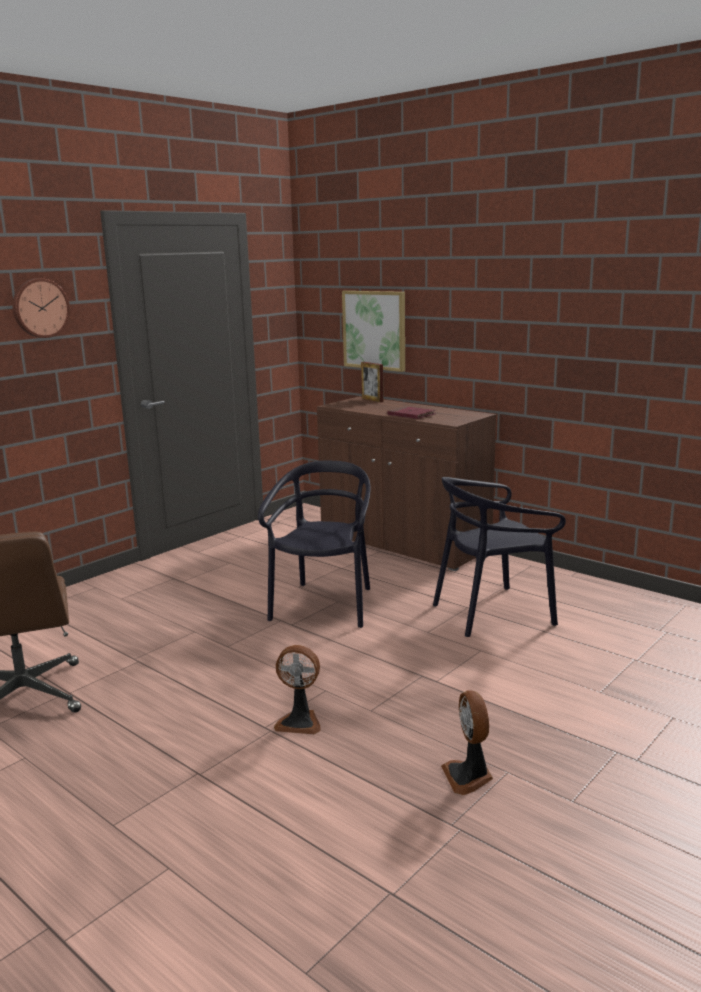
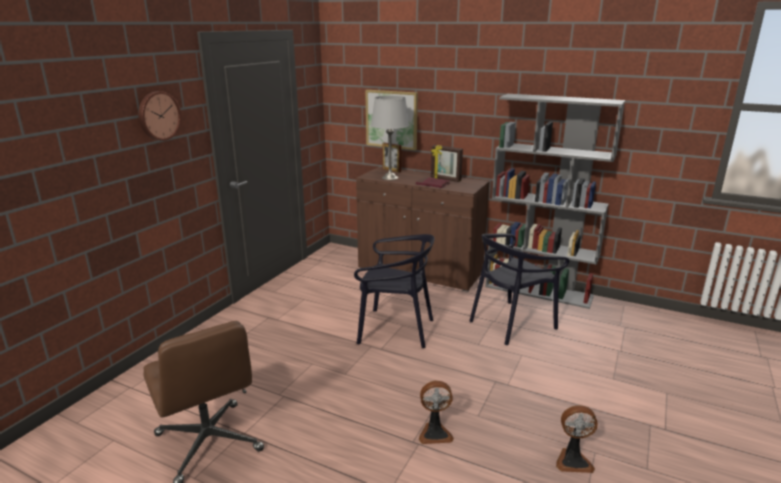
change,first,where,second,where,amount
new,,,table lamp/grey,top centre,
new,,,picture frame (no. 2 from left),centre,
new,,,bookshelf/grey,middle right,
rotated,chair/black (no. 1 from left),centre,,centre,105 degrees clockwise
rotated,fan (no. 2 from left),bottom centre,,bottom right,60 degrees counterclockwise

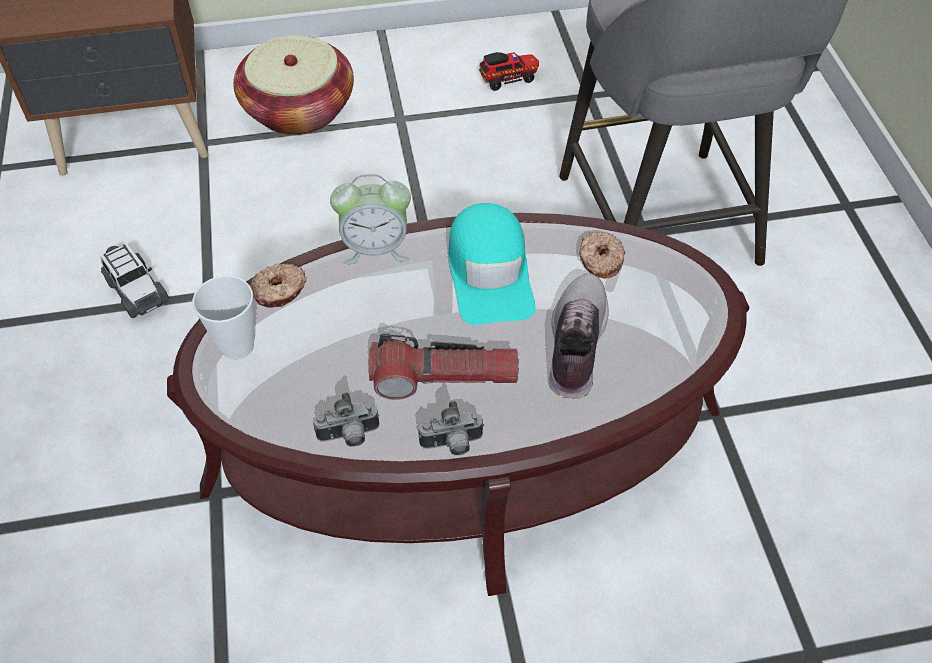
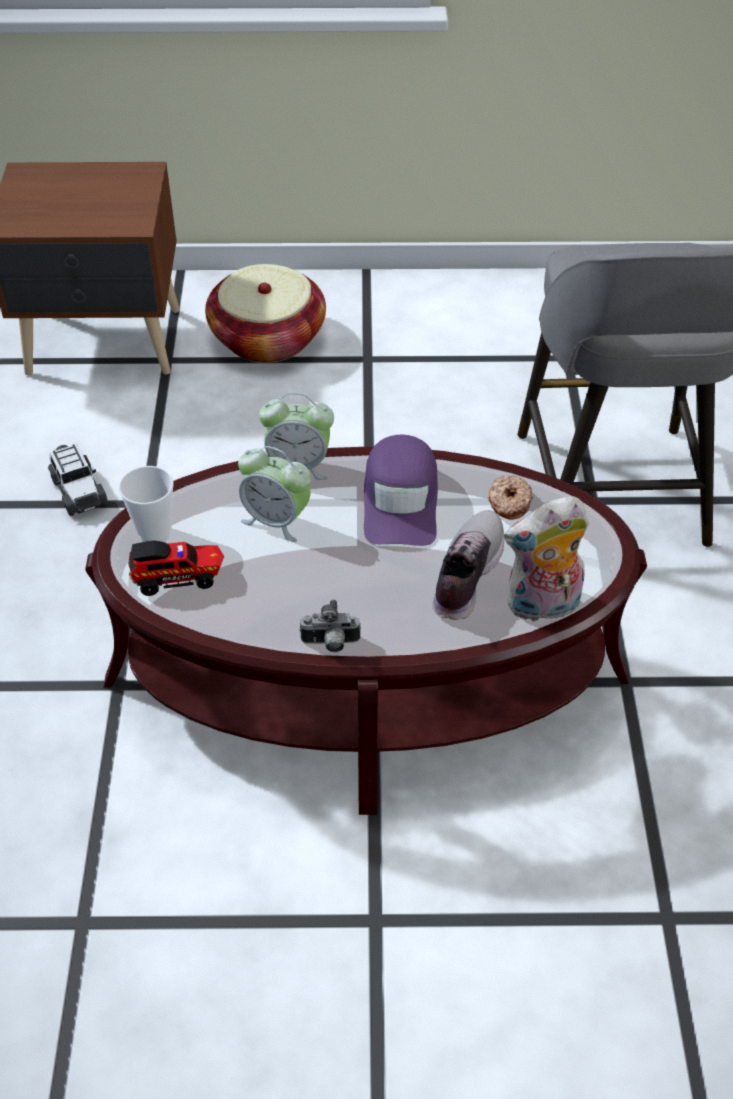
change,first,where,second,where,amount
gone,donut (no. 1 from left),middle left,,,
gone,photo camera (no. 1 from left),centre,,,
gone,flashlight,centre,,,
new,,,alarm clock (no. 1 from left),centre,
new,,,soft toy,middle right,
shifted,model truck,top centre,,middle left,
repainted,cap/blue-green,centre,cap/purplish,centre,

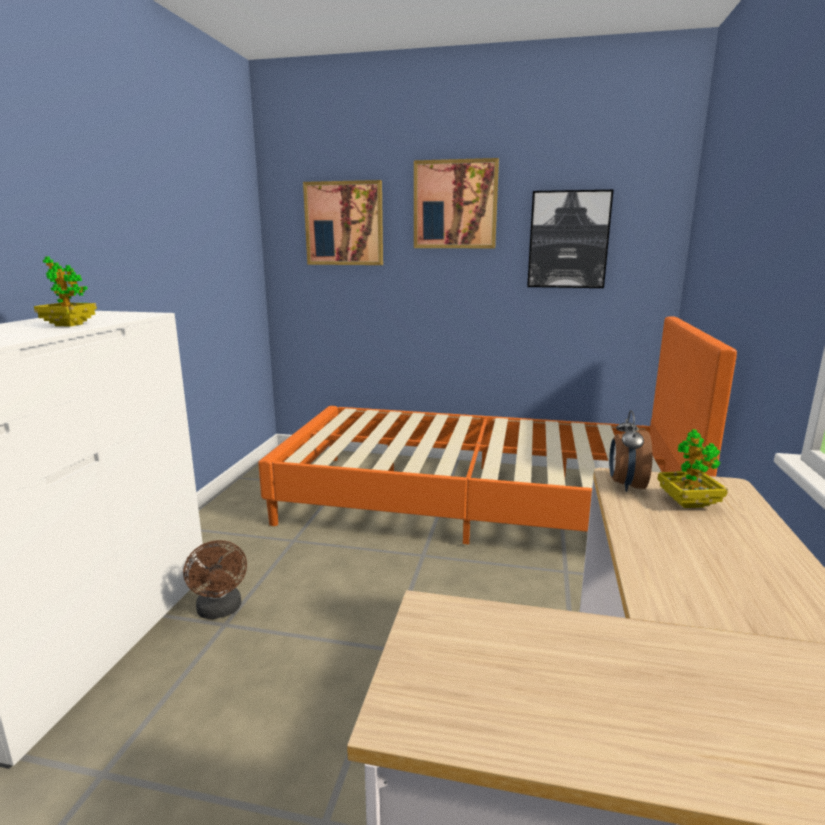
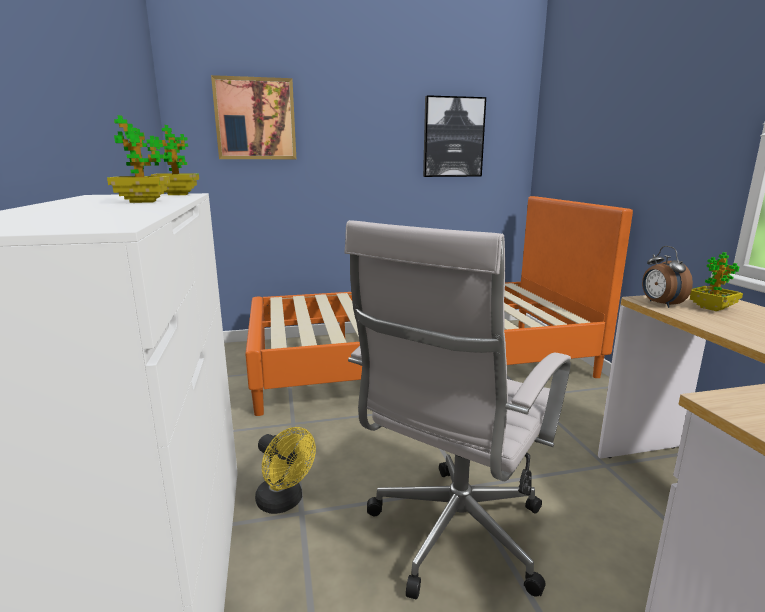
change,first,where,second,where,amount
gone,wall art (no. 2 from left),top centre,,,
new,,,potted plant (no. 2 from left),top left,
new,,,desk chair/white,bottom centre,
repainted,fan/brownish,bottom left,fan/yellow-coloured,bottom centre,

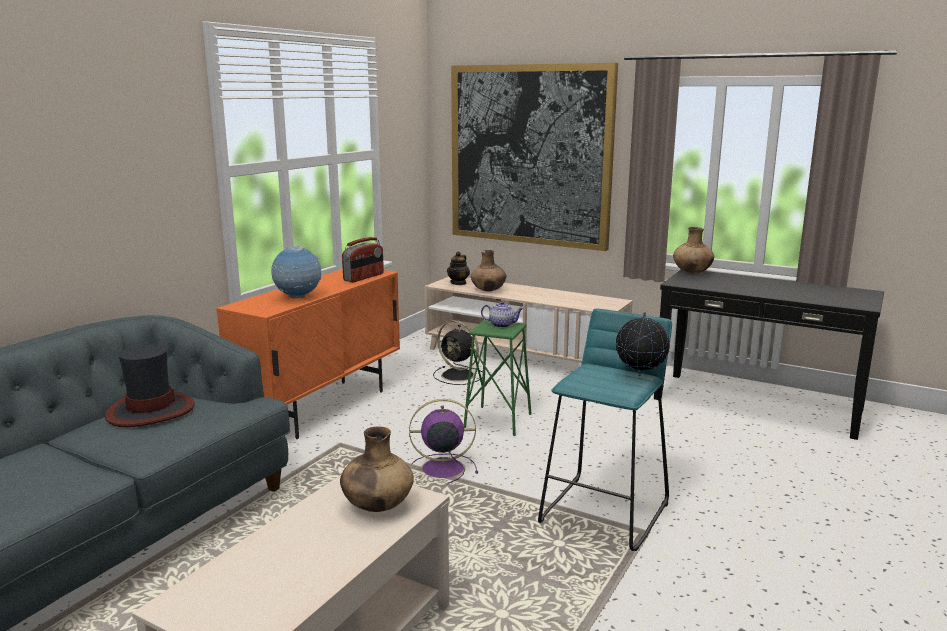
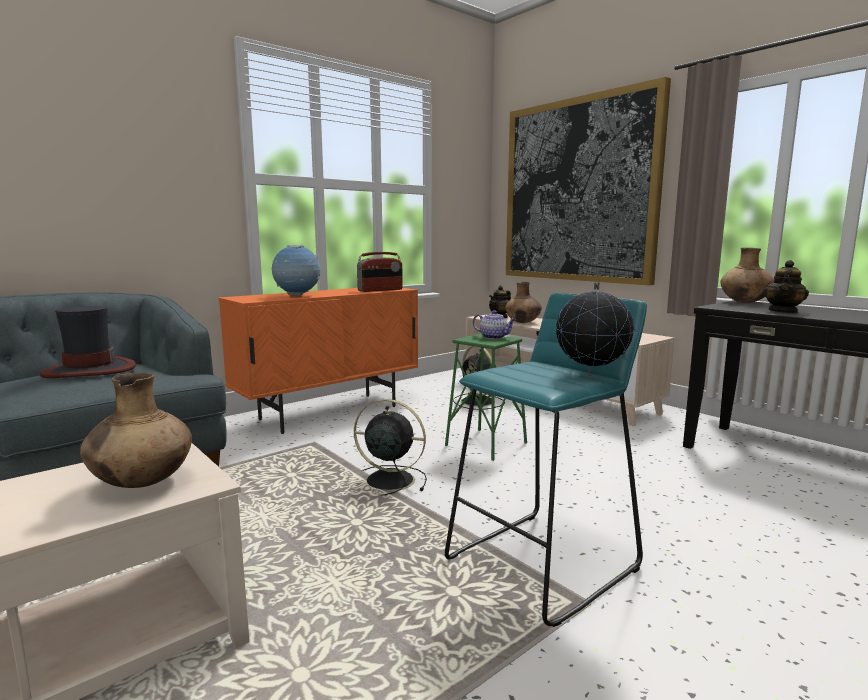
change,first,where,second,where,amount
new,,,tea pot (no. 3 from left),middle right,
repainted,fan/purplish,bottom centre,fan/black (no. 1 from left),centre,

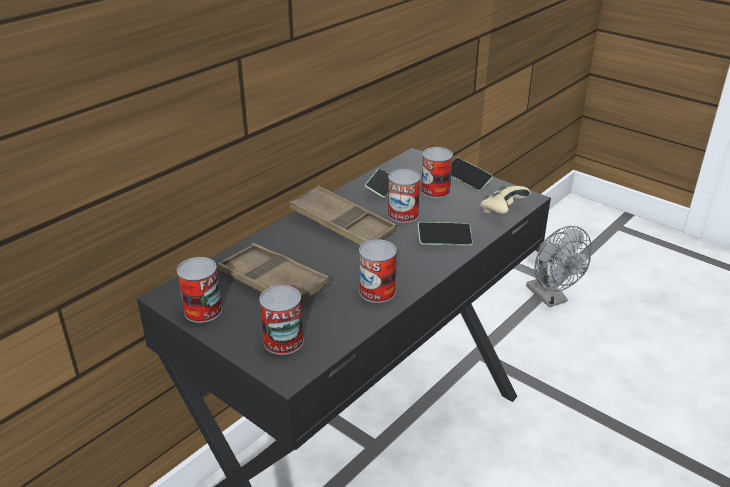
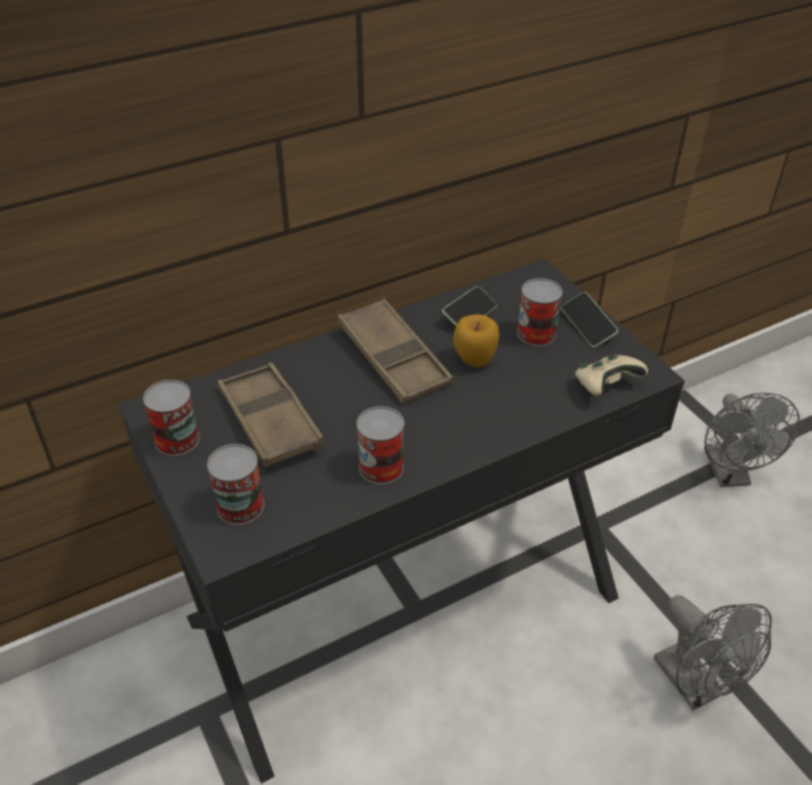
change,first,where,second,where,amount
gone,telephone (no. 2 from left),centre,,,
new,,,fan/grey (no. 1 from left),bottom right,
swapped,can (no. 4 from left),centre,apple,centre,

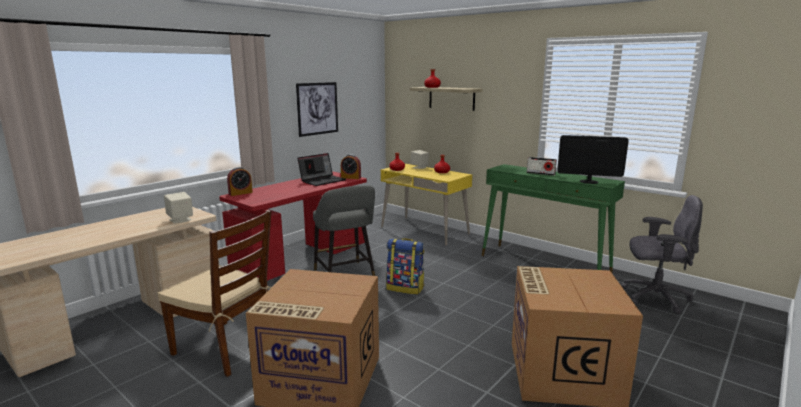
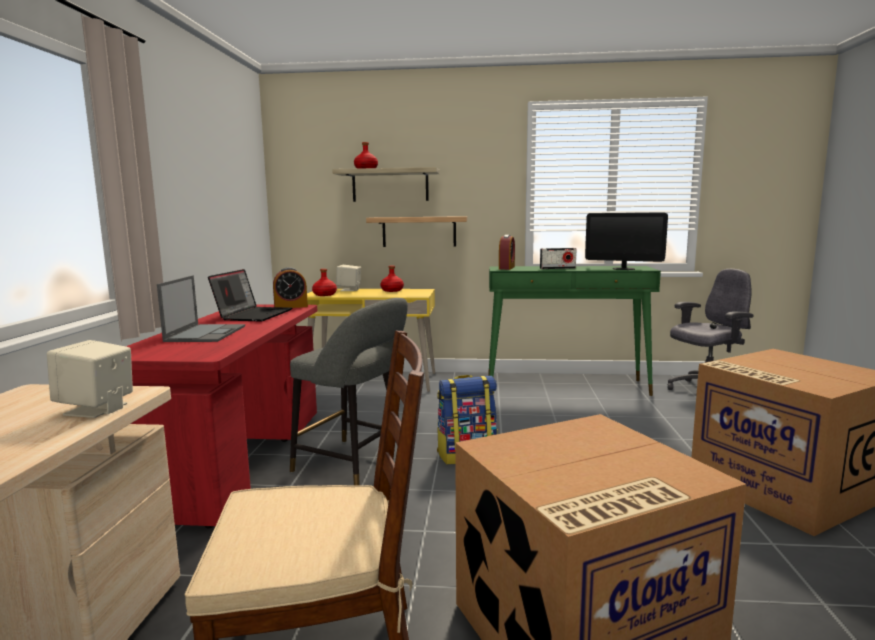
change,first,where,second,where,amount
gone,wall art,top centre,,,
new,,,portable computer (no. 1 from left),middle left,
new,,,shelf (no. 2 from left),centre,
shifted,alarm clock (no. 1 from left in the first image),middle left,alarm clock (no. 2 from left),centre,
rotated,monitor,middle right,,middle right,135 degrees counterclockwise

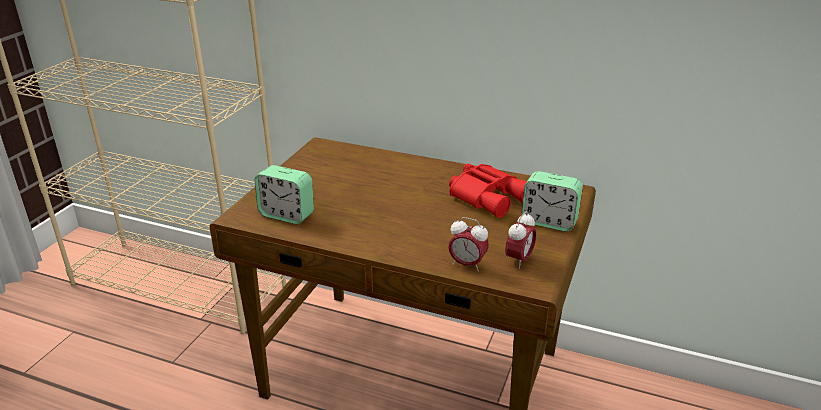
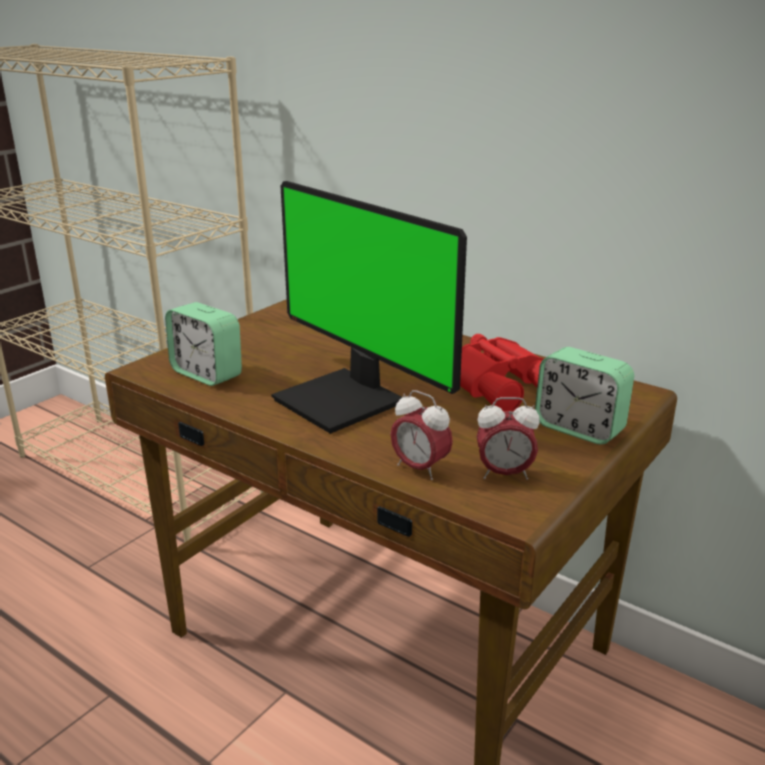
change,first,where,second,where,amount
new,,,monitor,centre,
rotated,alarm clock (no. 3 from left),centre,,centre,45 degrees clockwise

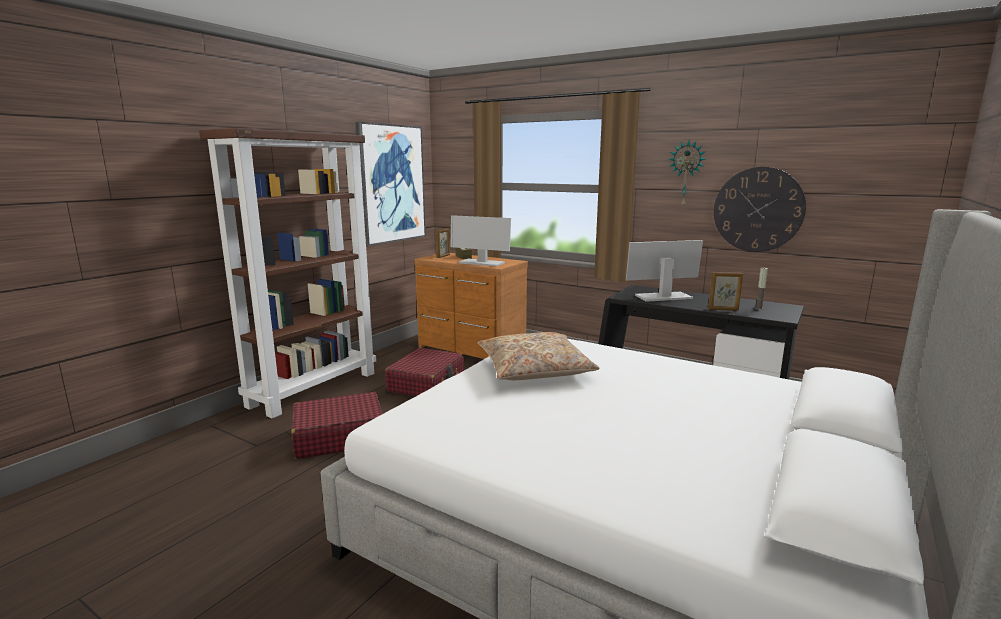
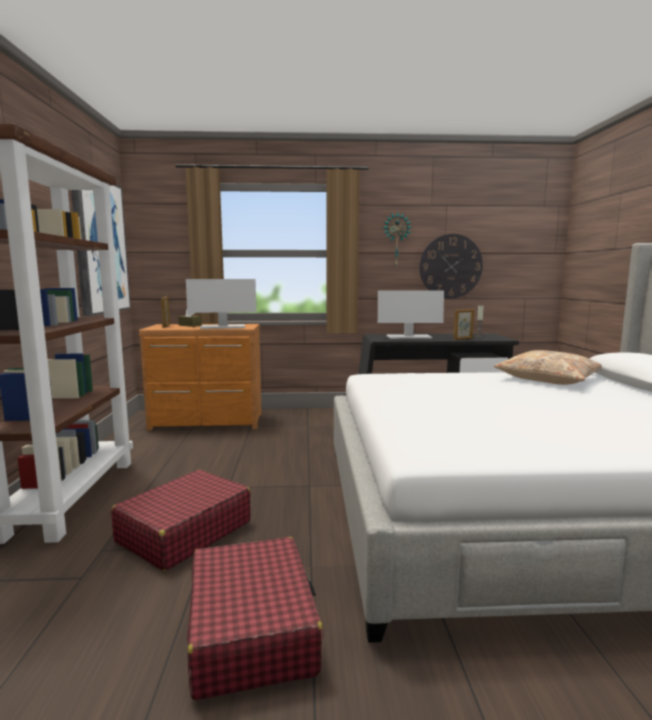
change,first,where,second,where,amount
shifted,travel case/red (no. 2 from left),centre,,bottom centre,
shifted,cushion/sand-coloured,centre,,middle right,
rotated,monitor (no. 2 from left),centre,,centre,135 degrees counterclockwise

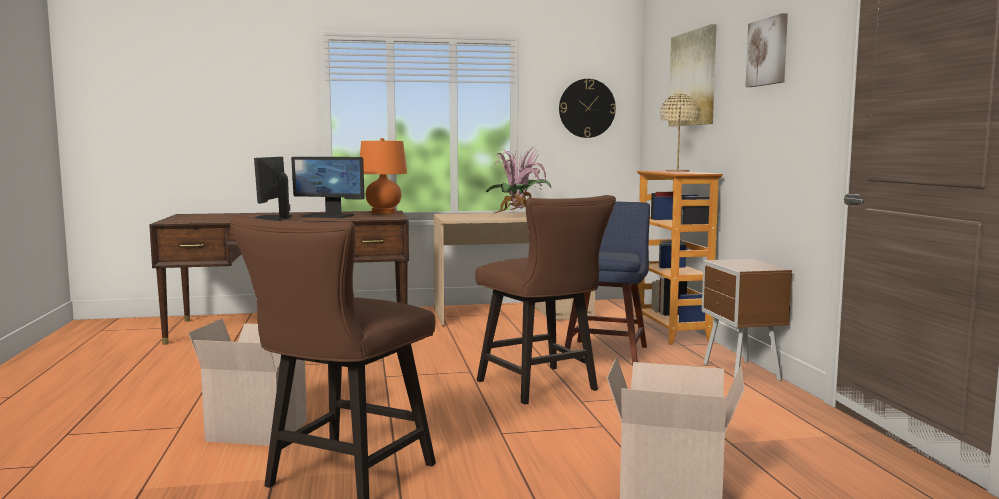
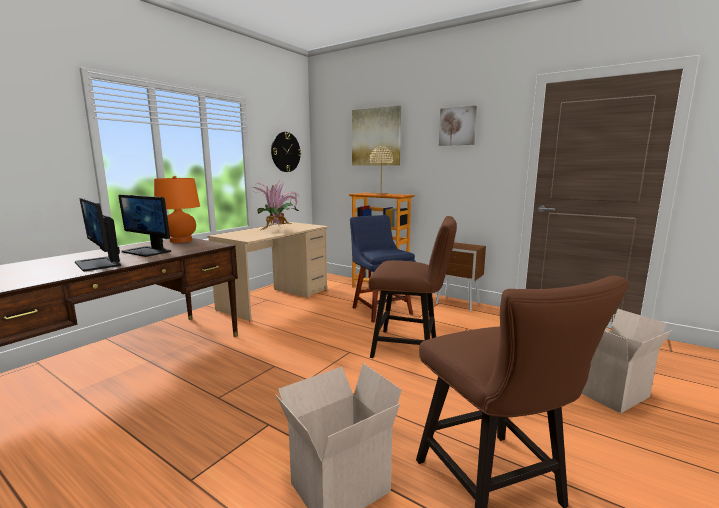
change,first,where,second,where,amount
rotated,monitor (no. 2 from left),middle left,,middle left,60 degrees clockwise

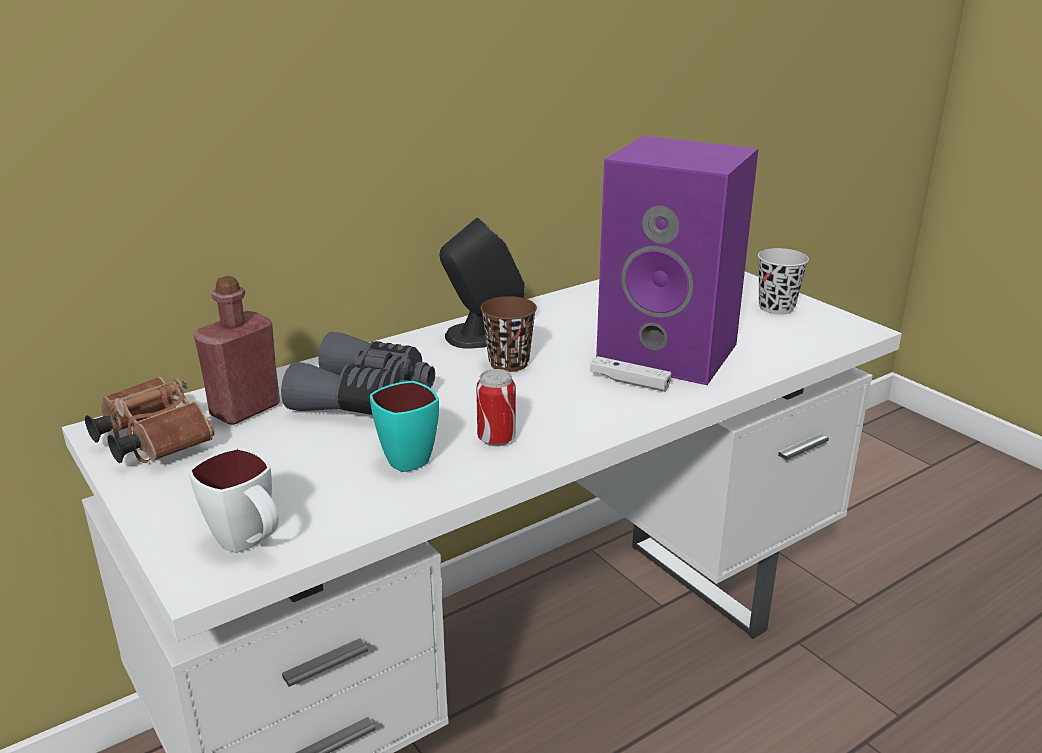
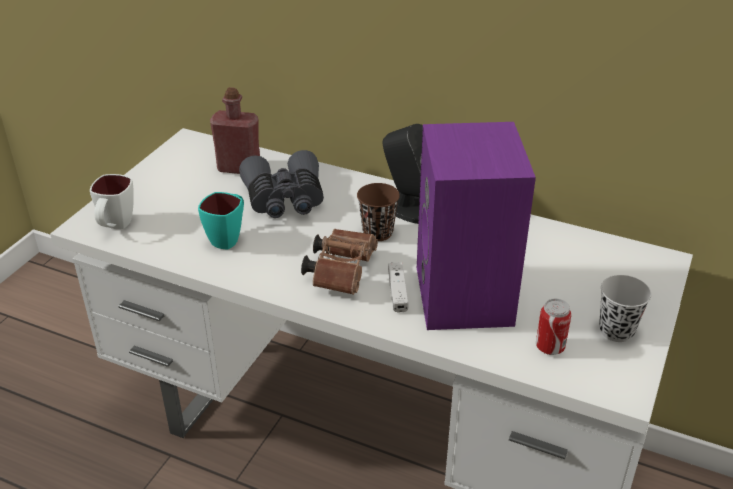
change,first,where,second,where,amount
shifted,binoculars/brownish,middle left,,centre,
shifted,can,centre,,bottom right,

